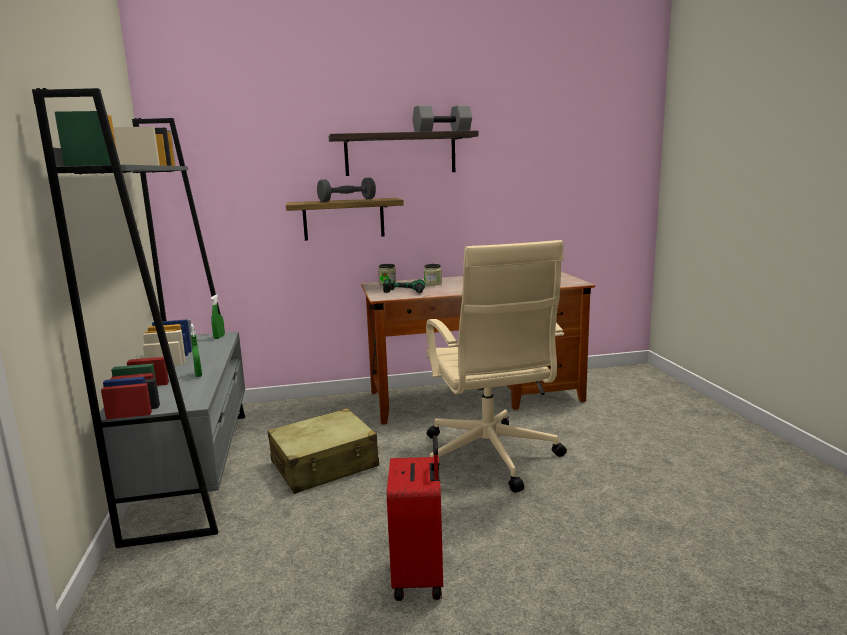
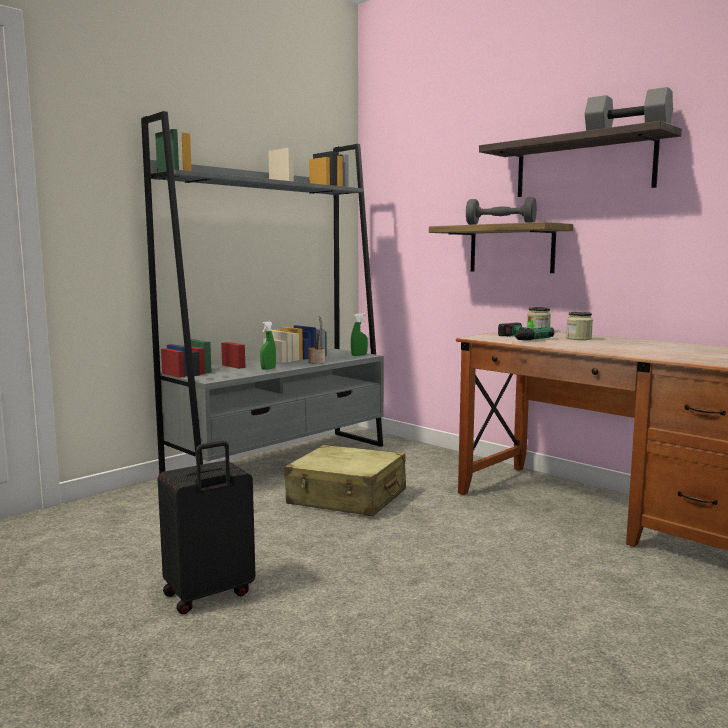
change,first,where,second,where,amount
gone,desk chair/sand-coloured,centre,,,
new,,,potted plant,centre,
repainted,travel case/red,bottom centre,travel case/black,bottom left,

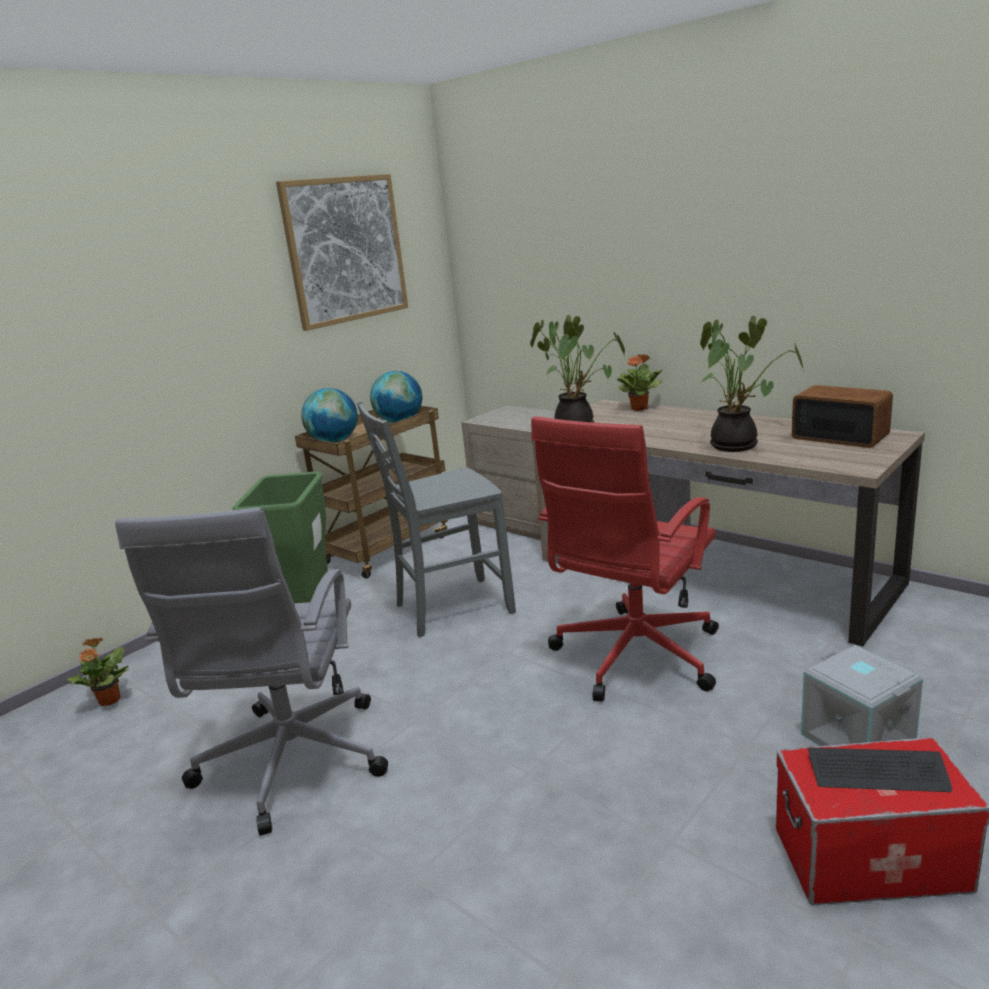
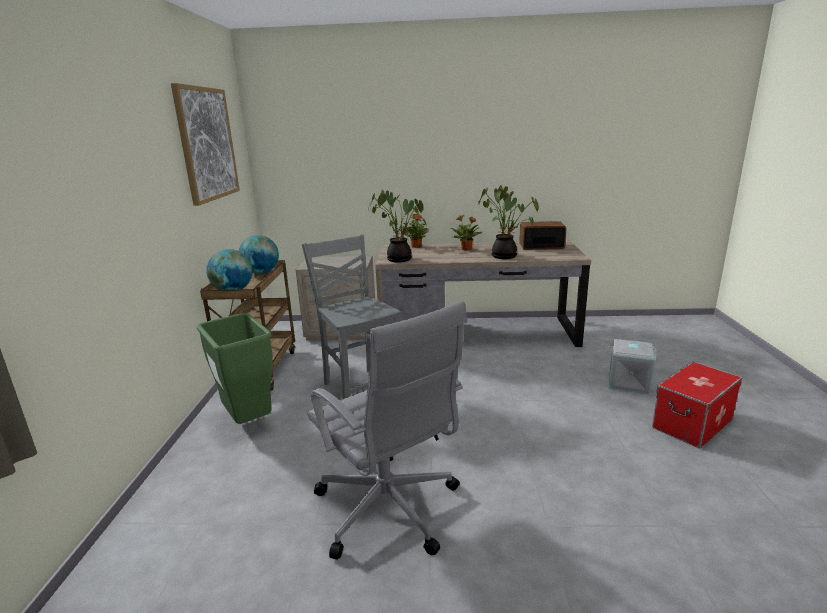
change,first,where,second,where,amount
gone,desk chair/red,centre,,,
gone,keyboard,bottom right,,,
shifted,potted plant (no. 1 from left in the first image),bottom left,potted plant (no. 3 from left),centre,
rotated,chair/grey,centre,,centre,120 degrees clockwise

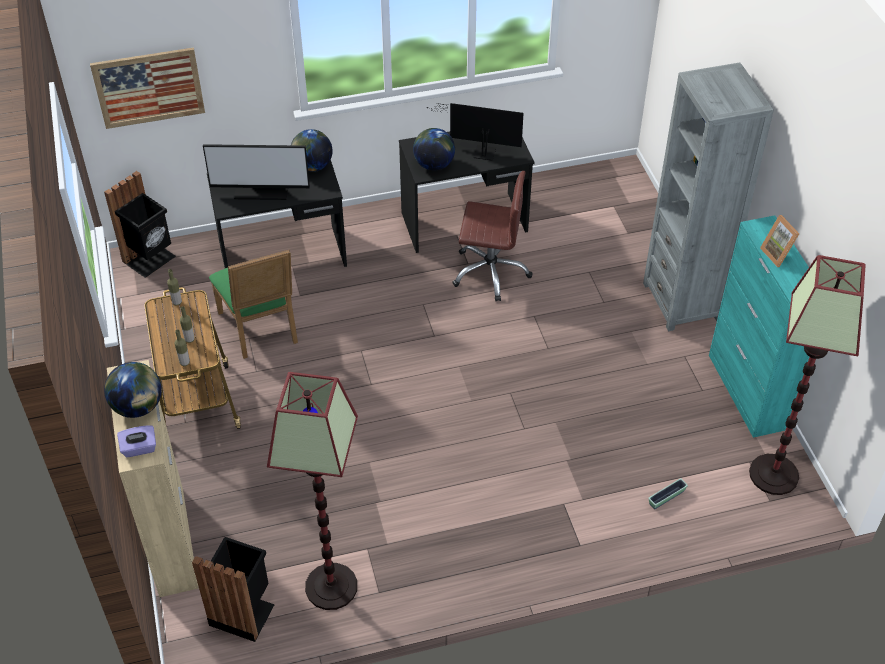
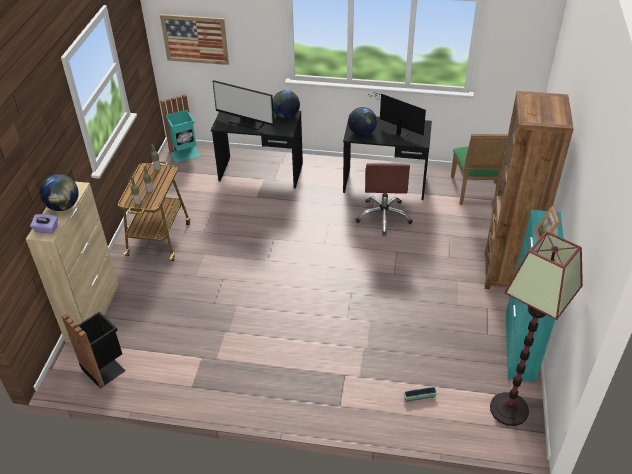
change,first,where,second,where,amount
gone,standing lamp (no. 1 from left),bottom centre,,,
shifted,chair/greenish,middle left,,middle right,
repainted,rubbish bin/black (no. 1 from left),middle left,rubbish bin/blue-green,top left,
repainted,bookshelf/grey,top right,bookshelf/brownish,middle right,
rotated,desk chair/brownish,centre,,centre,60 degrees clockwise

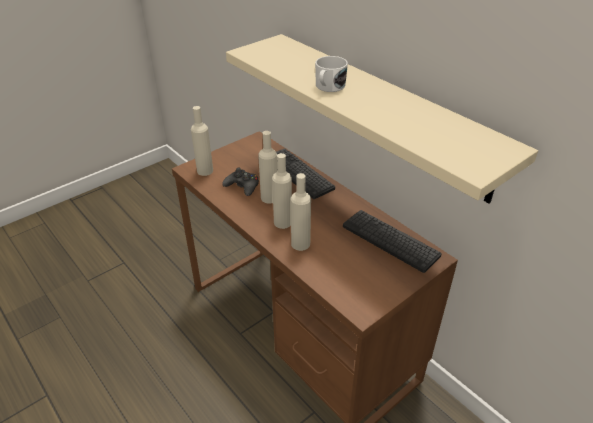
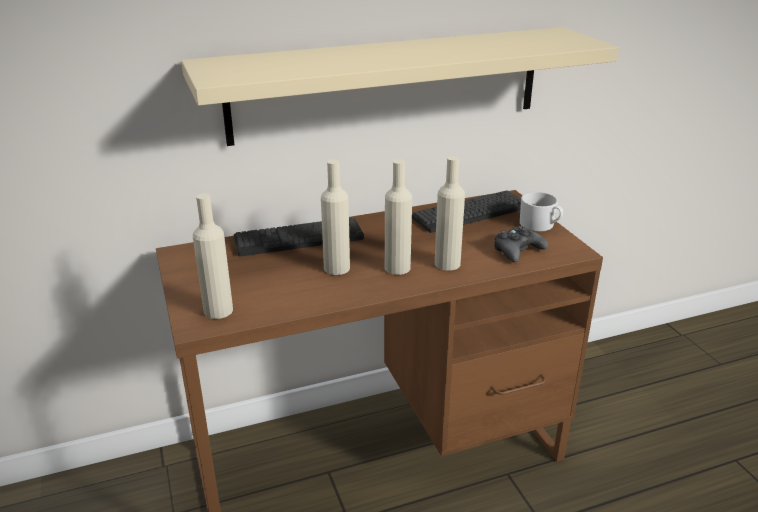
change,first,where,second,where,amount
shifted,joypad/black,centre,,middle right,
shifted,coffee mug/white,top centre,,middle right,

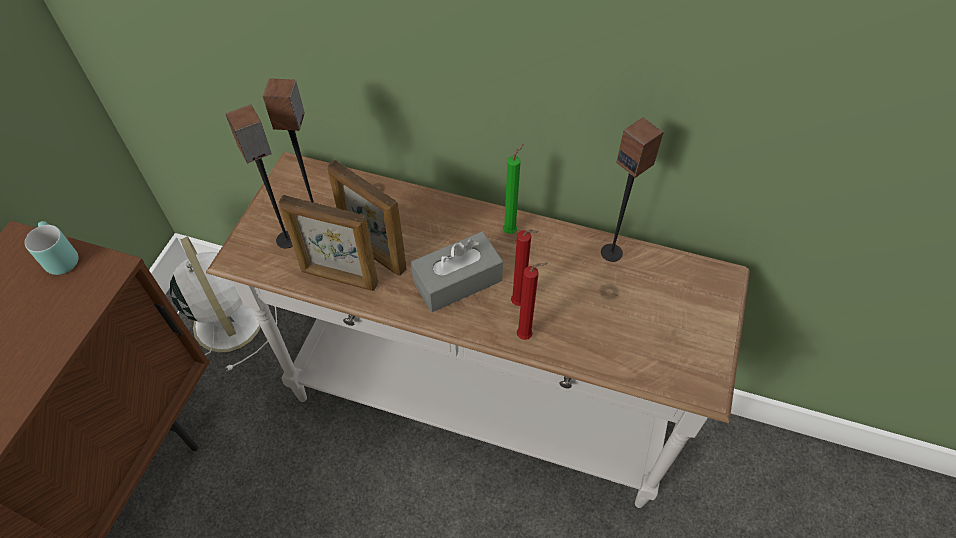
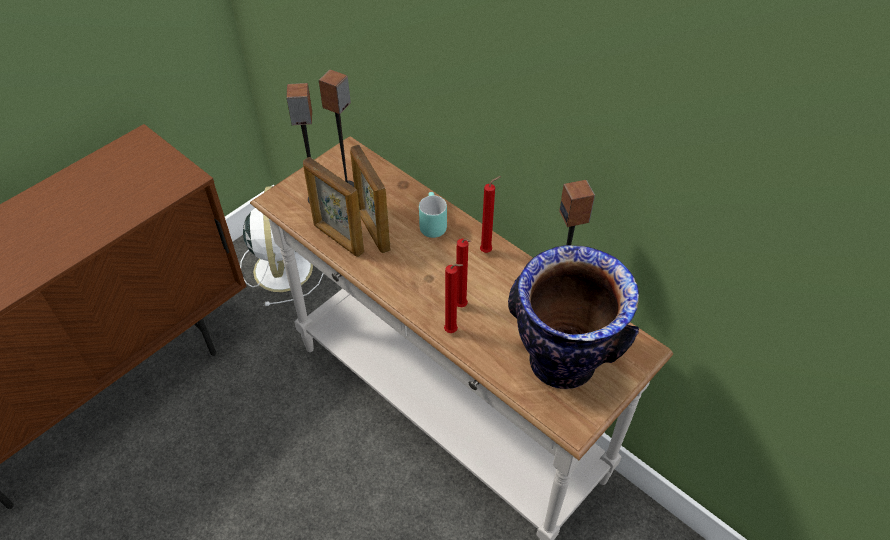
change,first,where,second,where,amount
gone,box of tissues/grey,centre,,,
new,,,vase,centre,
shifted,coffee mug/blue-green,middle left,,centre,
repainted,candle/greenish,centre,candle/red (no. 3 from left),centre,

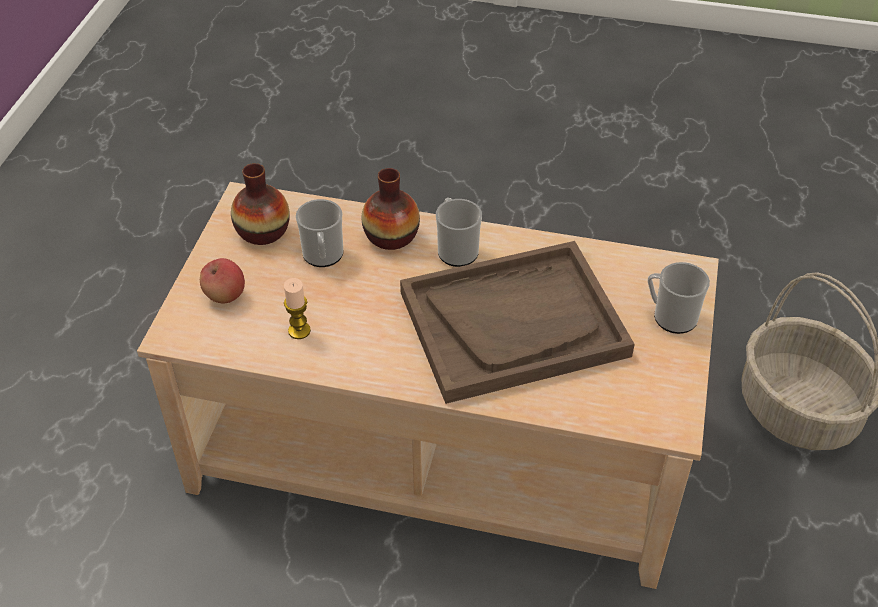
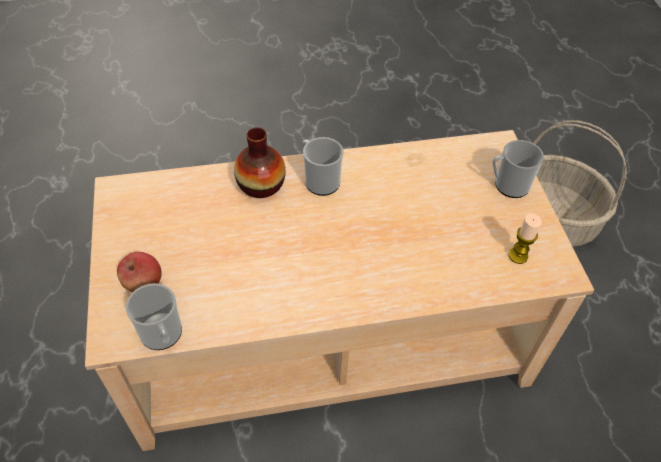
change,first,where,second,where,amount
gone,vase (no. 1 from left),middle left,,,
gone,carrying tray/brownish,centre,,,
shifted,candle,centre,,middle right,
shifted,coffee mug (no. 1 from left),centre,,bottom left,

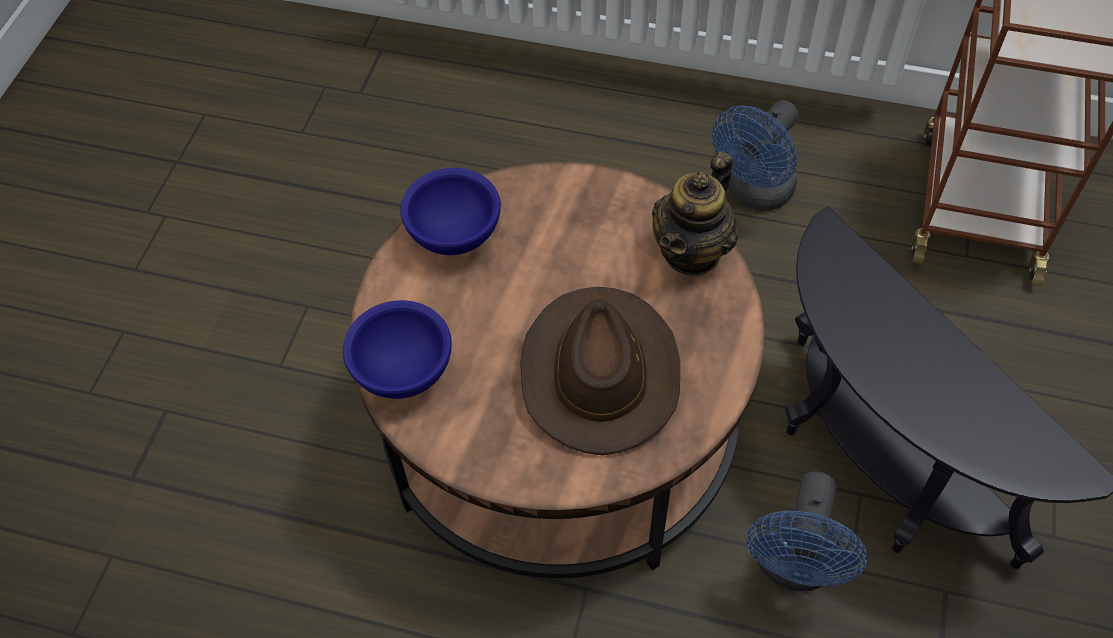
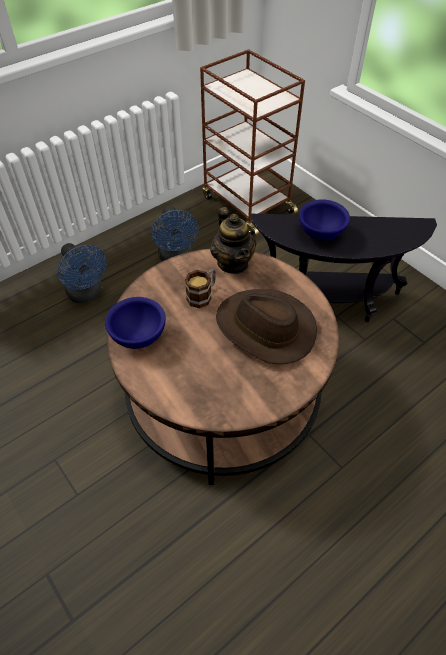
change,first,where,second,where,amount
new,,,coffee mug,centre,
shifted,bowl/blue-coloured (no. 1 from left in the first image),centre,bowl/blue-coloured (no. 2 from left),middle right,
shifted,fan/blue-coloured (no. 2 from left in the first image),bottom right,fan/blue-coloured (no. 1 from left),middle left,

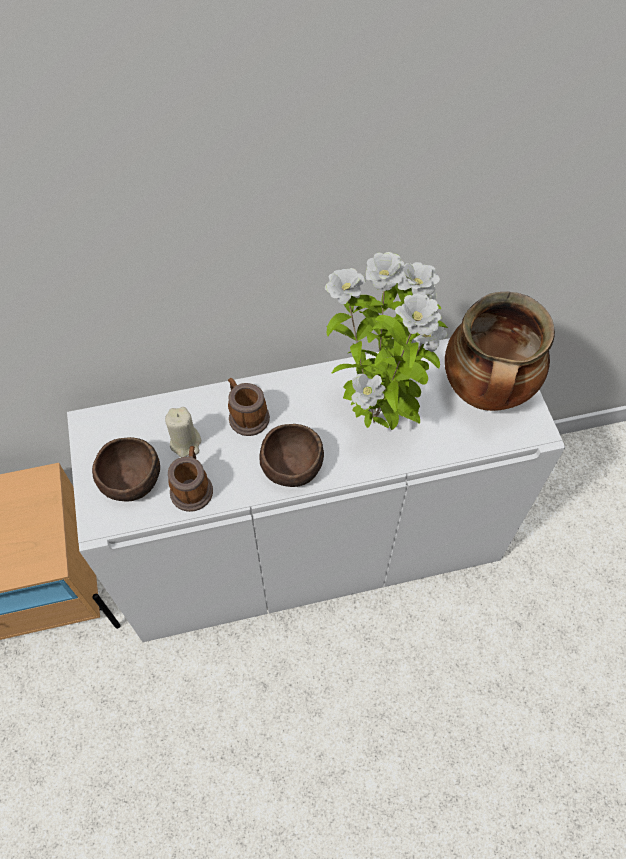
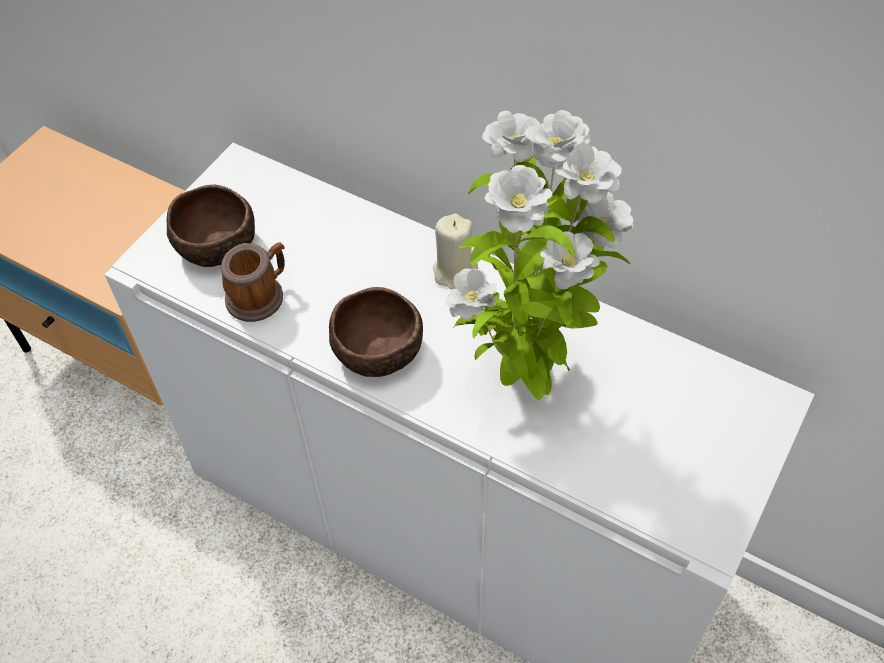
change,first,where,second,where,amount
gone,coffee mug (no. 2 from left),centre,,,
gone,saucepot,middle right,,,
shifted,candle/sand-coloured,middle left,,centre,

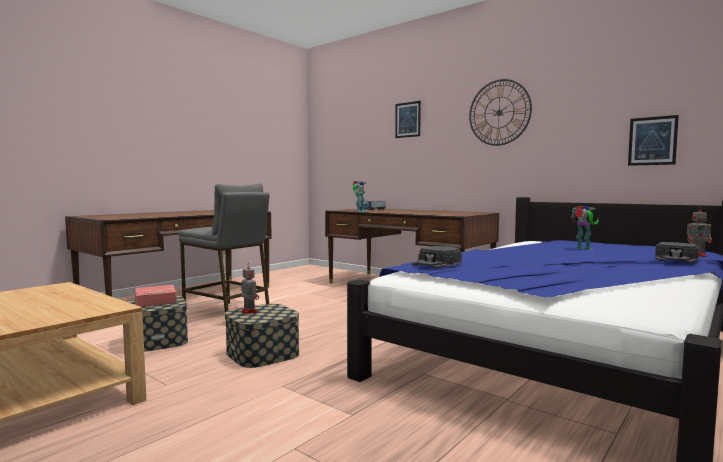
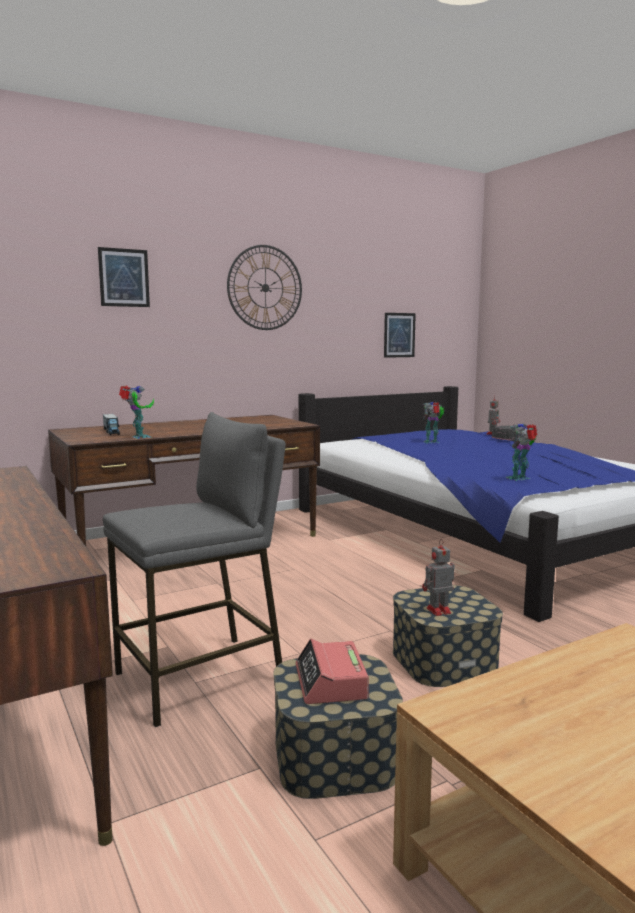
change,first,where,second,where,amount
swapped,cap/black (no. 1 from left),centre,robot figure (no. 5 from left),middle right,

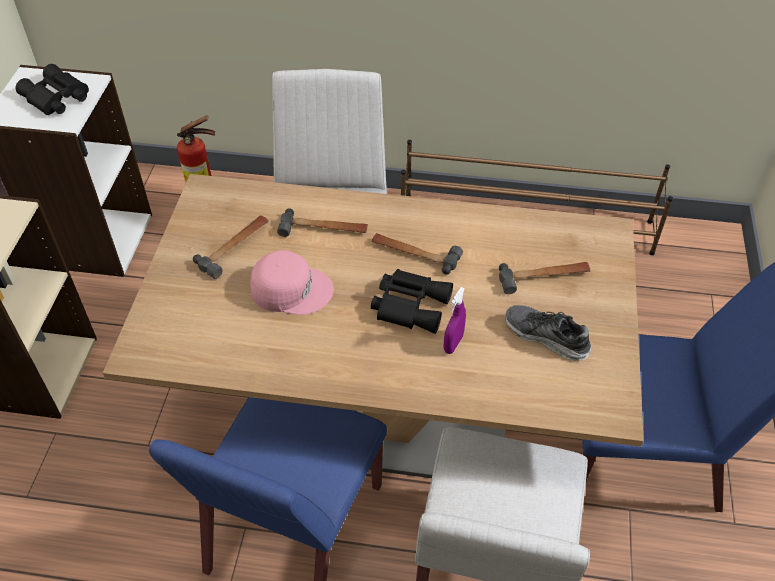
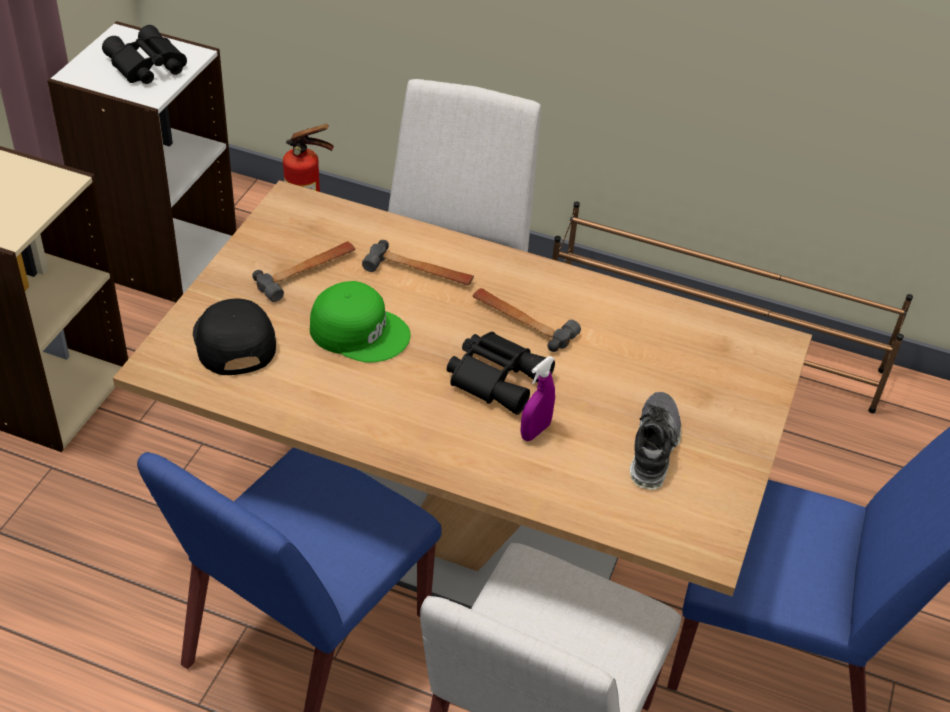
change,first,where,second,where,amount
gone,tool hammer (no. 4 from left),middle right,,,
new,,,cap/black,middle left,
repainted,cap/pink-coloured,centre,cap/greenish,centre,
rotated,low shoe,middle right,,middle right,60 degrees clockwise

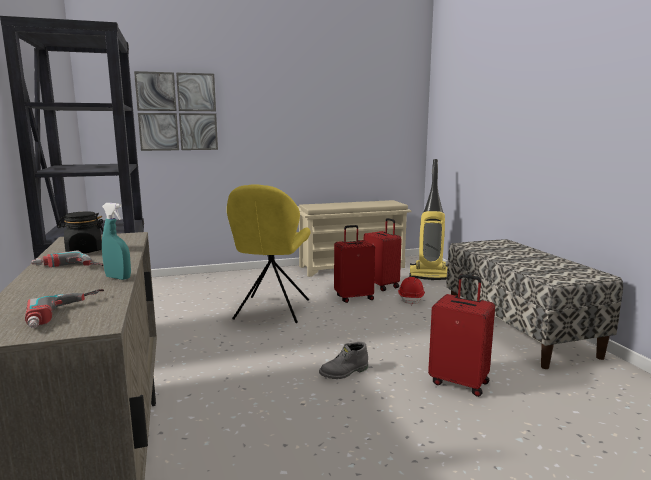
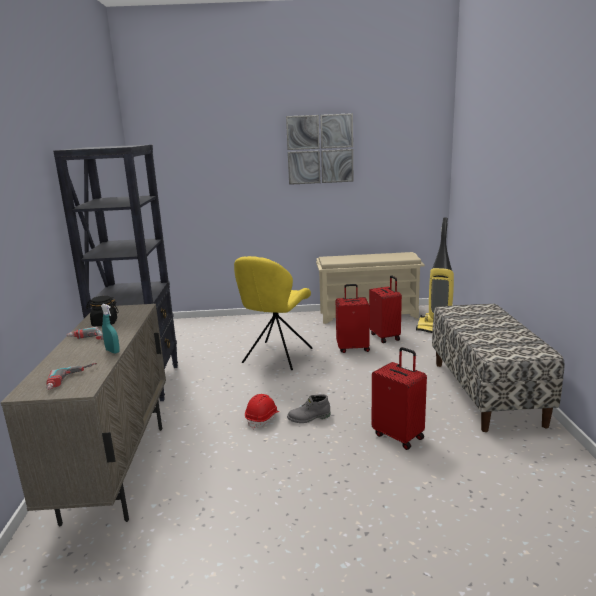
change,first,where,second,where,amount
shifted,wall art,top left,,top centre,
shifted,safety helmet/red,centre,,bottom centre,

